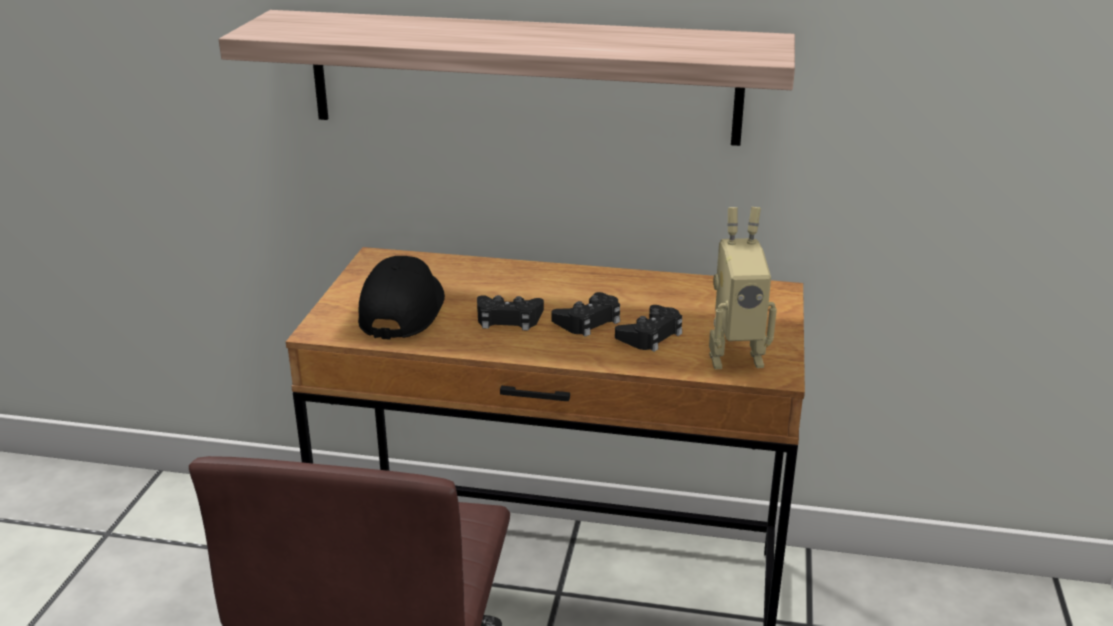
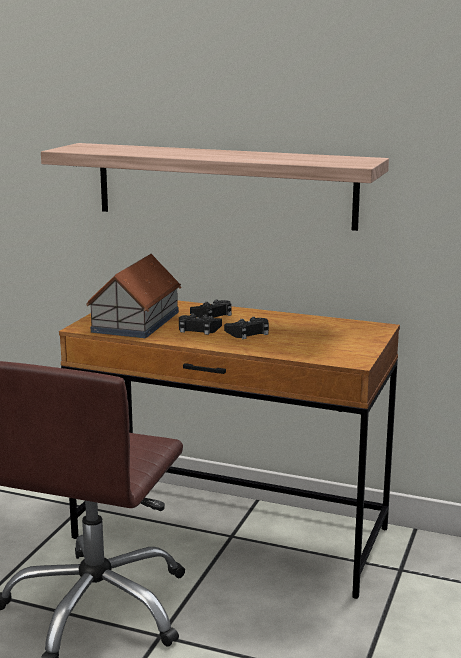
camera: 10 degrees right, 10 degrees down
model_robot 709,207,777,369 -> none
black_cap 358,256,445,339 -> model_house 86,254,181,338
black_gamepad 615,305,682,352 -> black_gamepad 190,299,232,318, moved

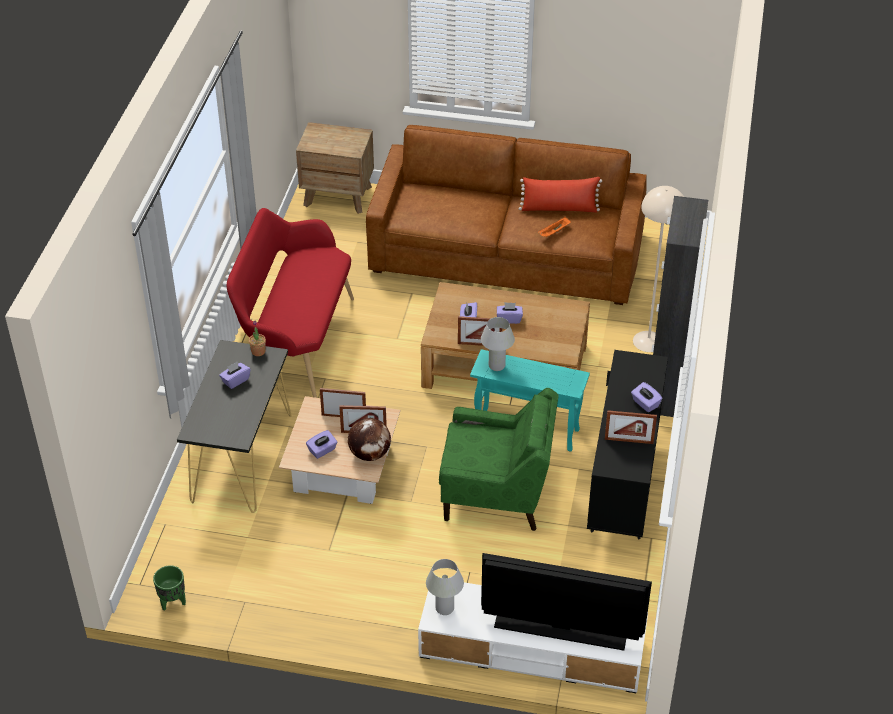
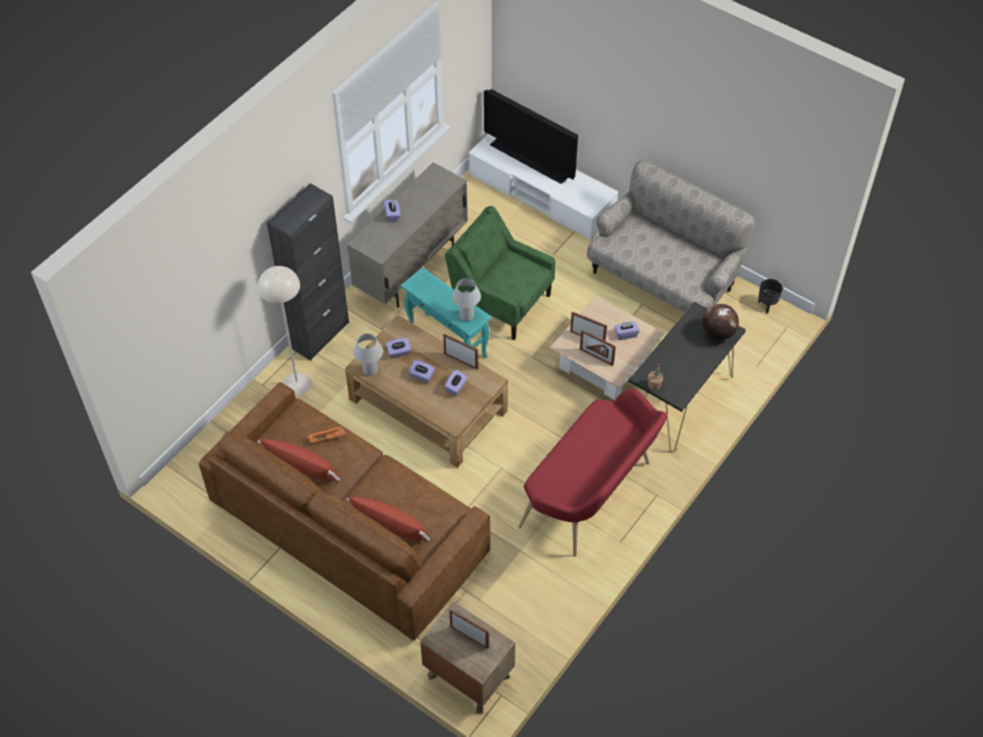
camera: 155 degrees left, 10 degrees up
black_cabinet 587,350,668,539 -> beige_cabinet 347,162,468,308
purple-coloured_tissue_box 219,362,251,389 -> purple-coloured_tissue_box 386,337,411,358, moved
standing_frame 605,410,657,444 -> standing_frame 449,609,489,649, moved
world_globe 348,418,391,461 -> world_globe 702,304,739,340, moved
whitish_tabletop_lamp 426,559,464,615 -> whitish_tabletop_lamp 353,334,383,376, moved
green-coloured_flower_pot 153,565,186,611 -> black_flower_pot 758,279,783,314
none -> beige_couch 587,160,755,313
none -> red-coloured_throw_pillow 347,497,430,541

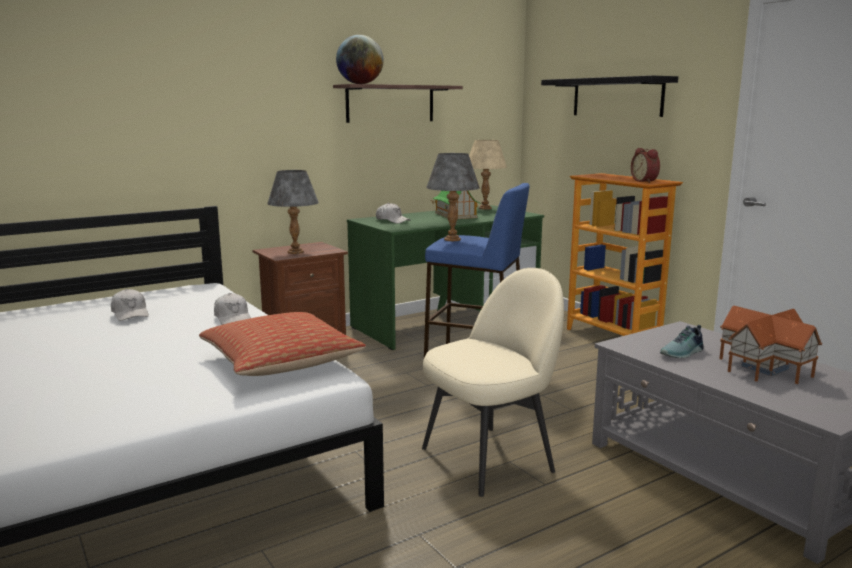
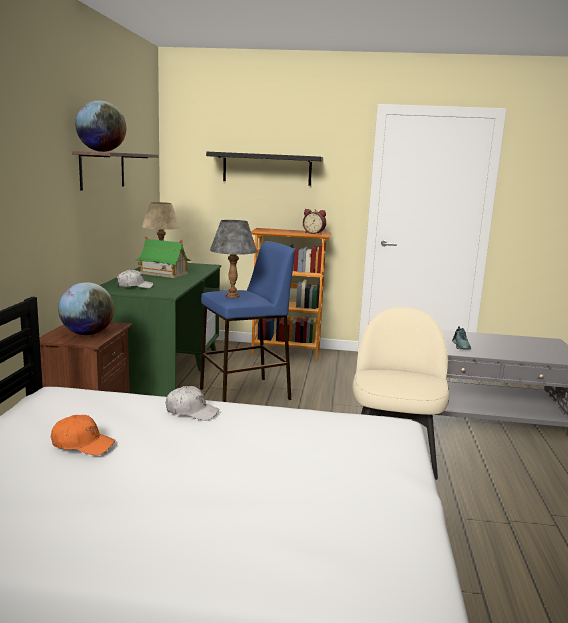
camera: 50 degrees left, 0 degrees up
gray_tabletop_lamp 267,170,319,254 -> world_globe 58,282,114,335
whitish_cap 111,289,149,321 -> orange_cap 51,415,116,455
model_house 719,306,822,384 -> none
throw_pillow 199,312,366,376 -> none

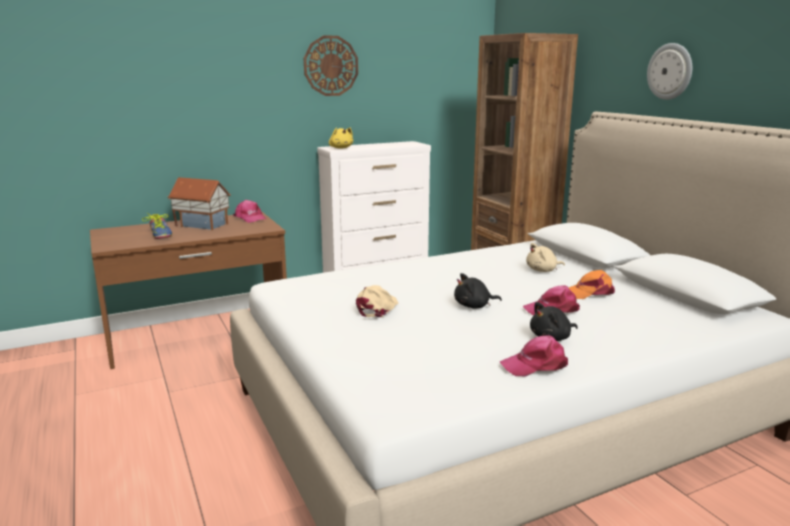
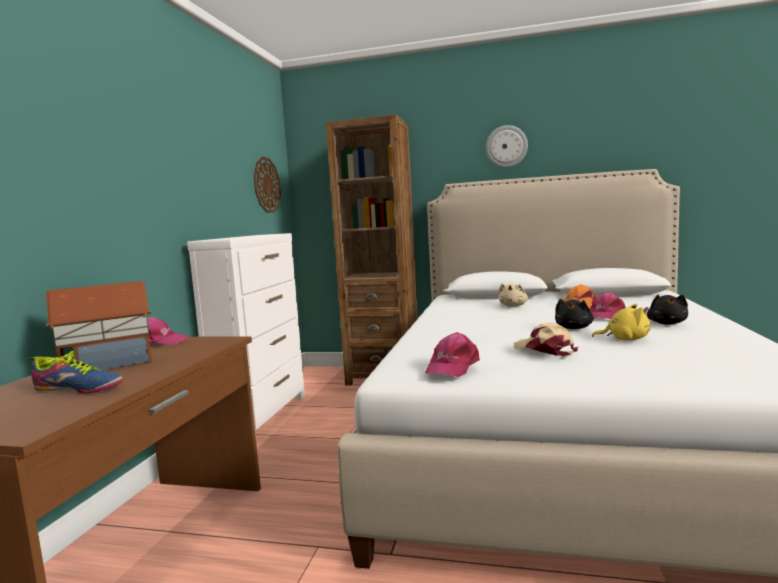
camera: 50 degrees left, 10 degrees down
wall_clock 304,35,358,96 -> wall_clock 254,157,281,213, moved
yellow-coloured_soft_toy 329,127,353,149 -> yellow-coloured_soft_toy 592,304,651,340, moved
pinkish_cap 500,335,568,376 -> pinkish_cap 425,332,480,377, moved

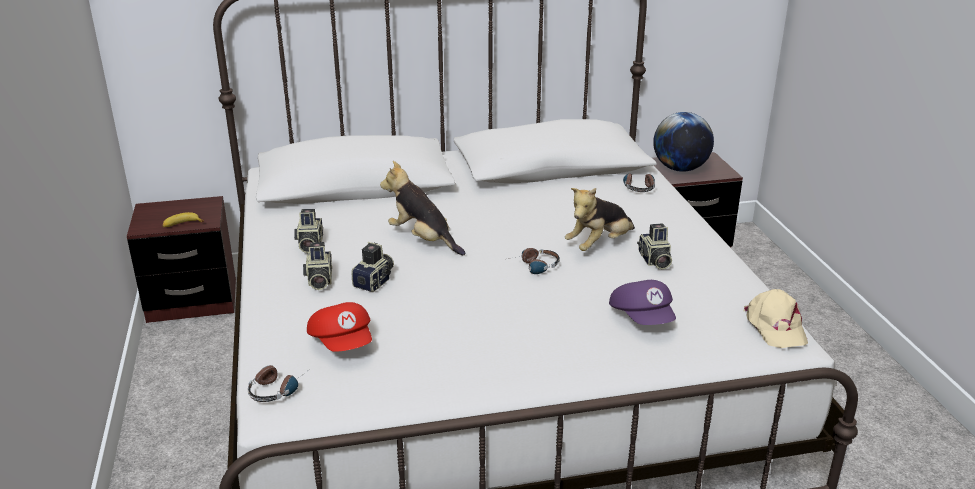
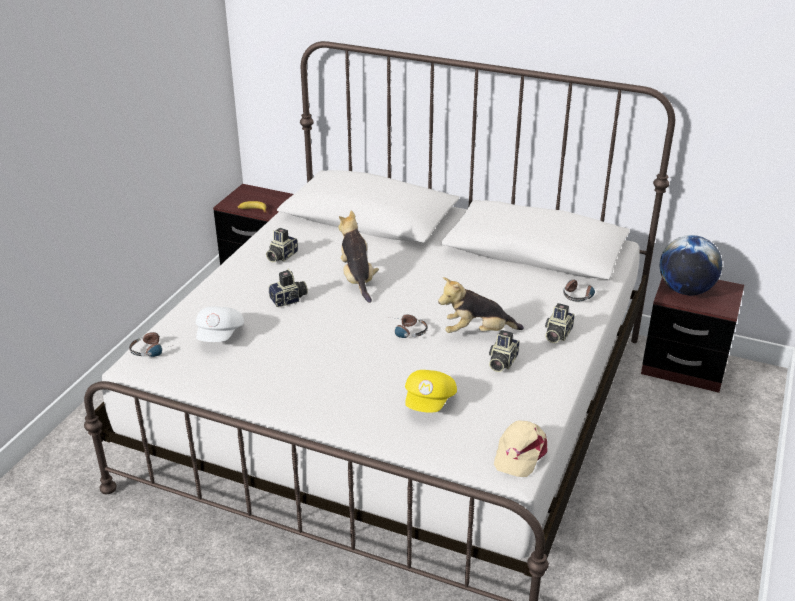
camera: 35 degrees right, 5 degrees up
still_camera 303,242,332,290 -> still_camera 545,303,575,343, moved
purple-coloured_cap 609,280,676,325 -> yellow-coloured_cap 405,370,457,413
red-coloured_cap 307,302,372,352 -> whitish_cap 196,306,244,342

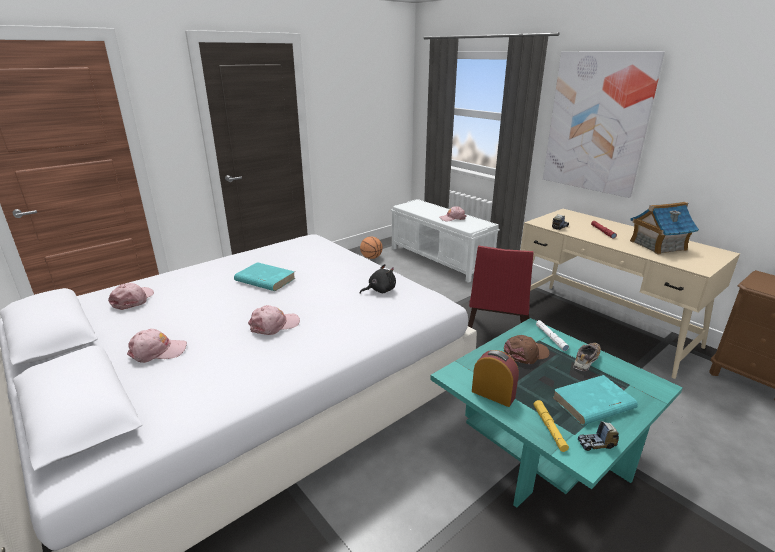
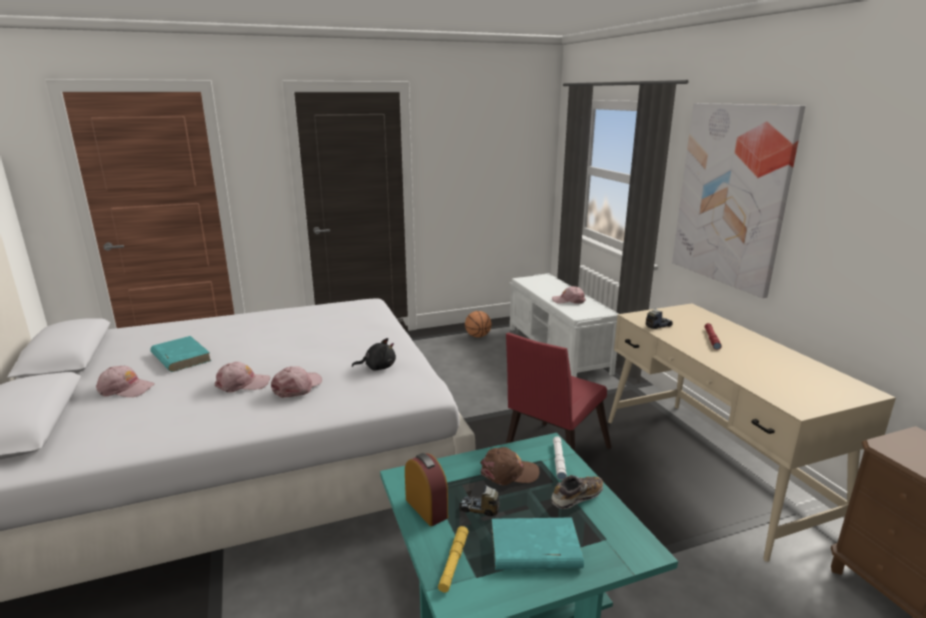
camera: 20 degrees right, 5 degrees down
model_house 630,202,699,255 -> none
blue-green_book 234,262,296,291 -> blue-green_book 150,336,211,372, moved
pinkish_cap 108,283,154,310 -> pinkish_cap 271,366,322,398, moved
toy_truck 578,421,619,451 -> toy_truck 460,485,500,516, moved

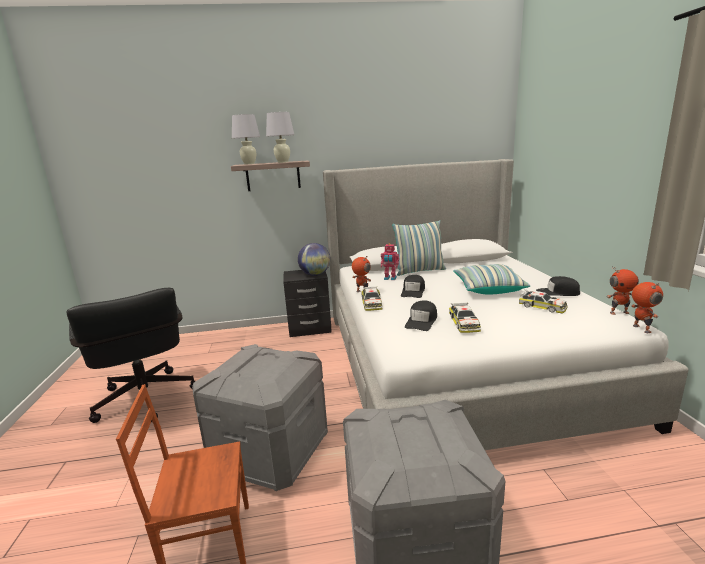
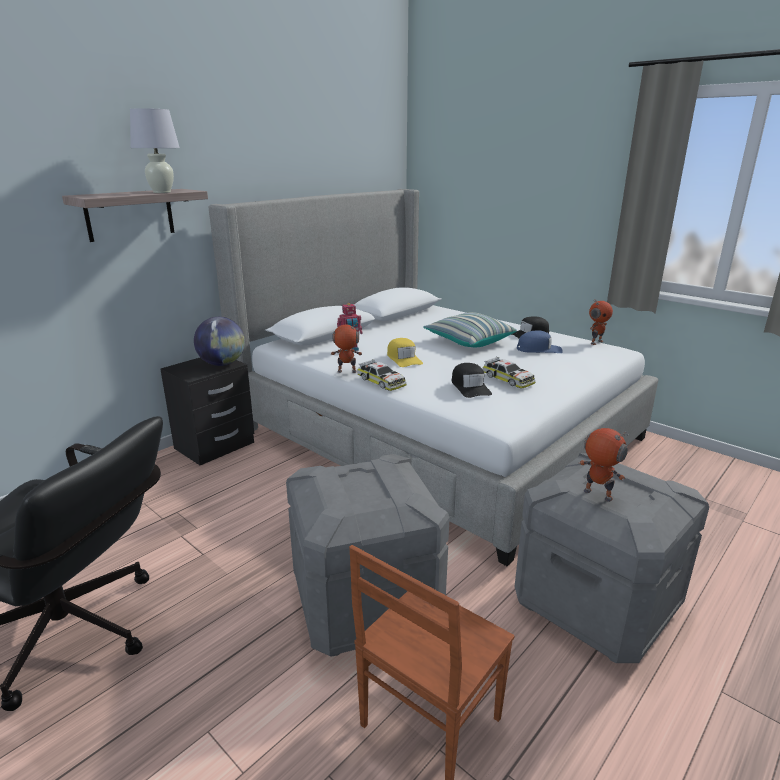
camera: 40 degrees left, 5 degrees up
whitish_tabletop_lamp 232,114,260,165 -> none
throw_pillow 392,220,446,276 -> none
black_cap 401,275,425,298 -> yellow-coloured_cap 387,338,423,367
model_robot 631,282,663,333 -> model_robot 579,428,629,502, moved
toy_car 519,289,568,314 -> blue-coloured_cap 517,331,563,353

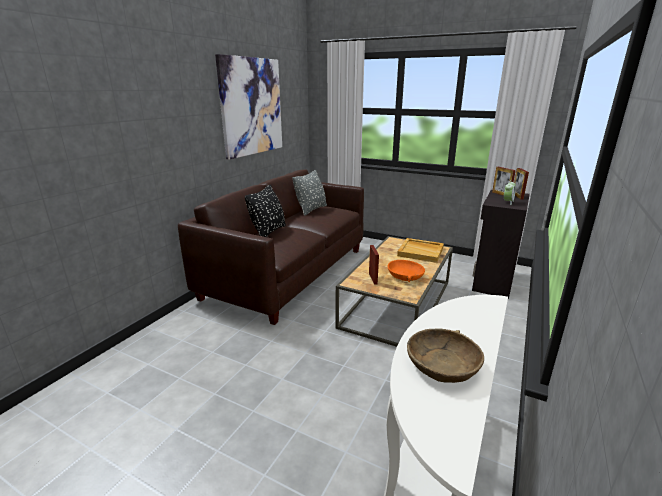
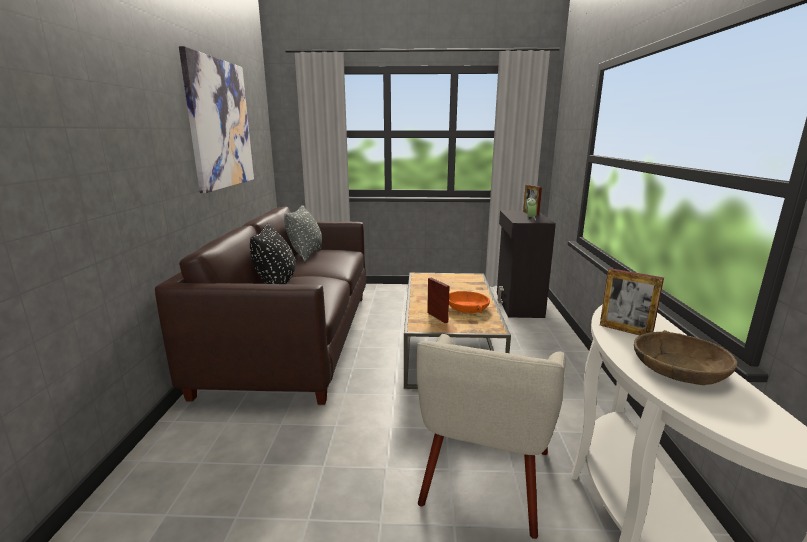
camera: 25 degrees left, 5 degrees down
standing_frame 492,167,516,196 -> standing_frame 600,268,664,335, moved
beige_tray 397,238,444,263 -> none
none -> beige_easy_chair 417,334,566,539

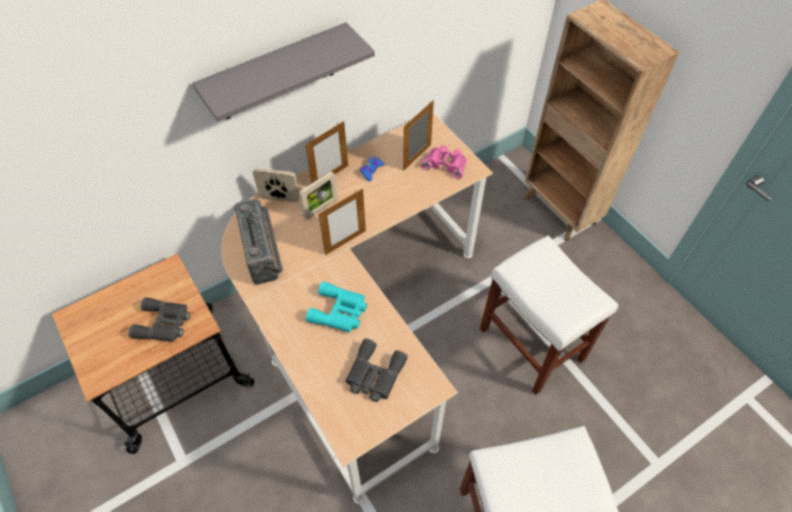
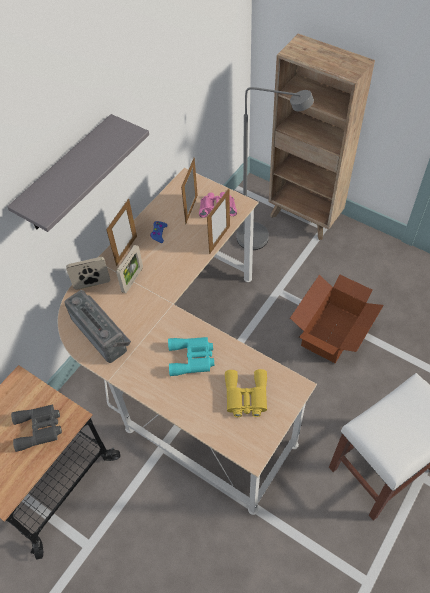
camera: 20 degrees left, 0 degrees up
standing_frame 318,188,366,255 -> standing_frame 207,188,230,254, moved
whitish_sitting_stool 480,235,618,395 -> carton 290,275,384,363
gray_field_glasses 345,338,408,402 -> yellow-coloured_field_glasses 225,369,267,417
none -> gray_standing_lamp 237,87,314,250

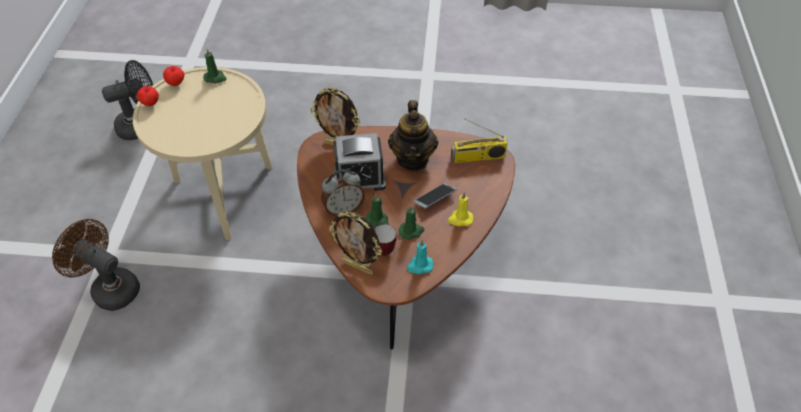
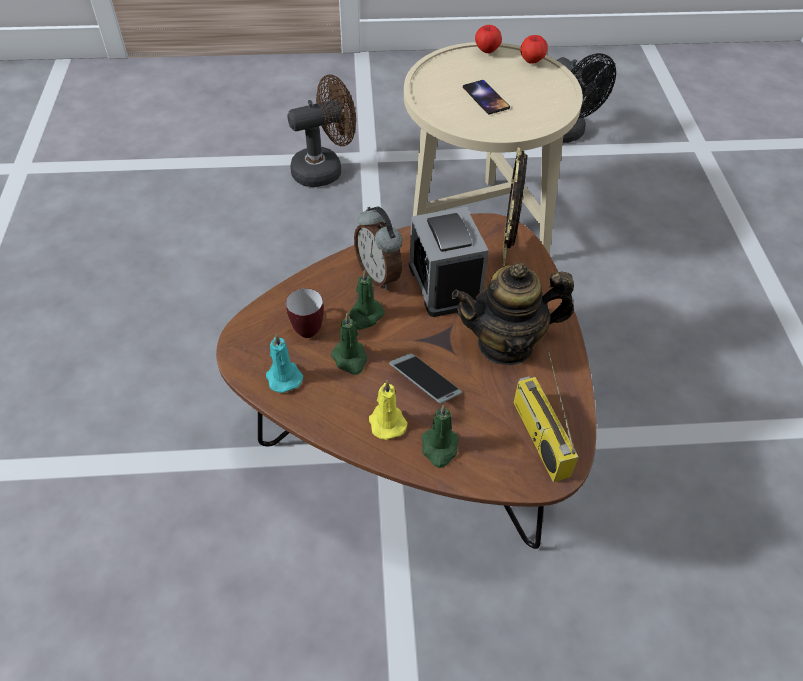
camera: 80 degrees right, 0 degrees up
green-coloured_wax_candle 203,49,227,83 -> green-coloured_wax_candle 421,404,459,468, moved
standing_frame 328,211,382,275 -> none
brown_cooling_fan 52,219,140,311 -> brown_cooling_fan 287,75,356,187, 45 degrees clockwise
none -> telephone 463,80,510,114

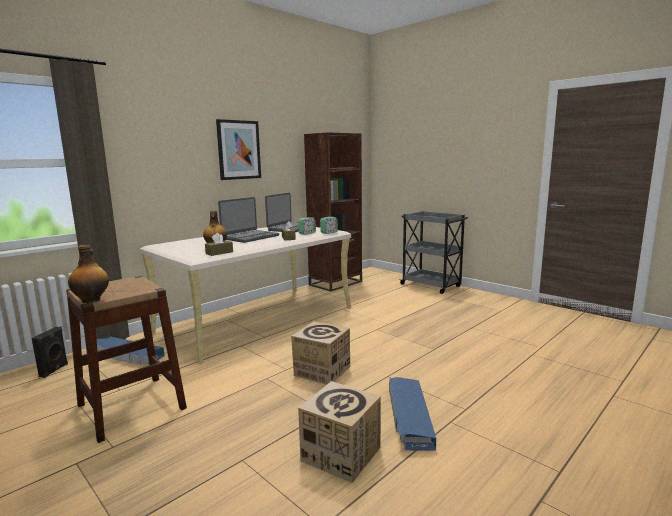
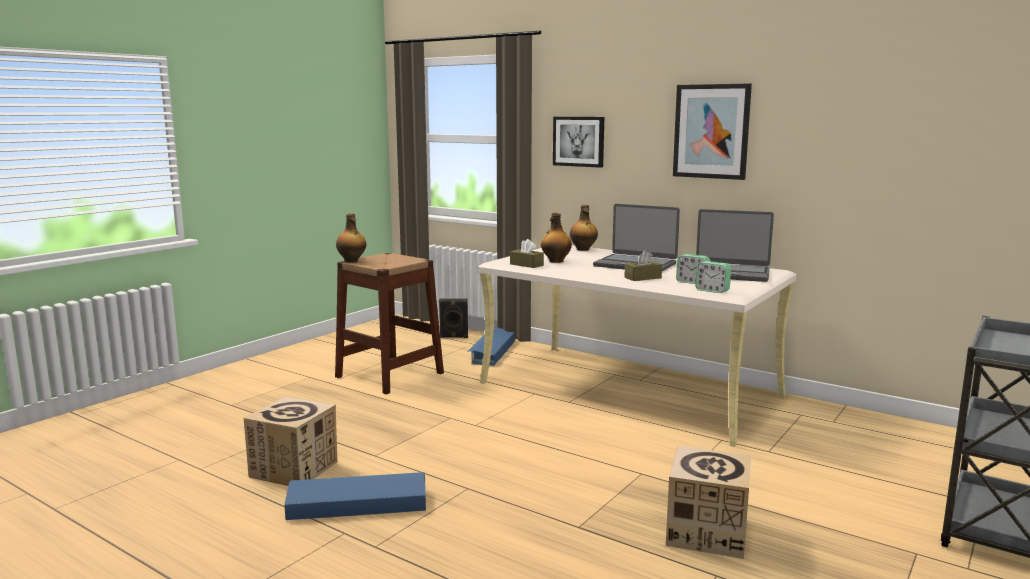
camera: 80 degrees right, 0 degrees up
brown_bookshelf 304,132,362,292 -> none
carton 291,321,350,384 -> carton 666,446,751,559, moved
none -> wall_art 553,117,604,168
none -> drink_bottle 570,205,598,251

